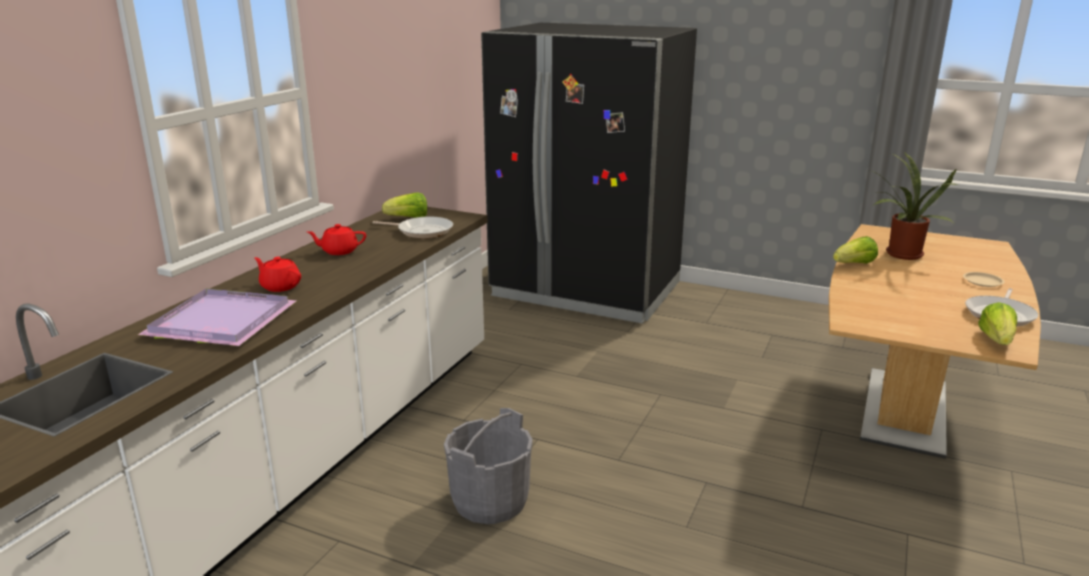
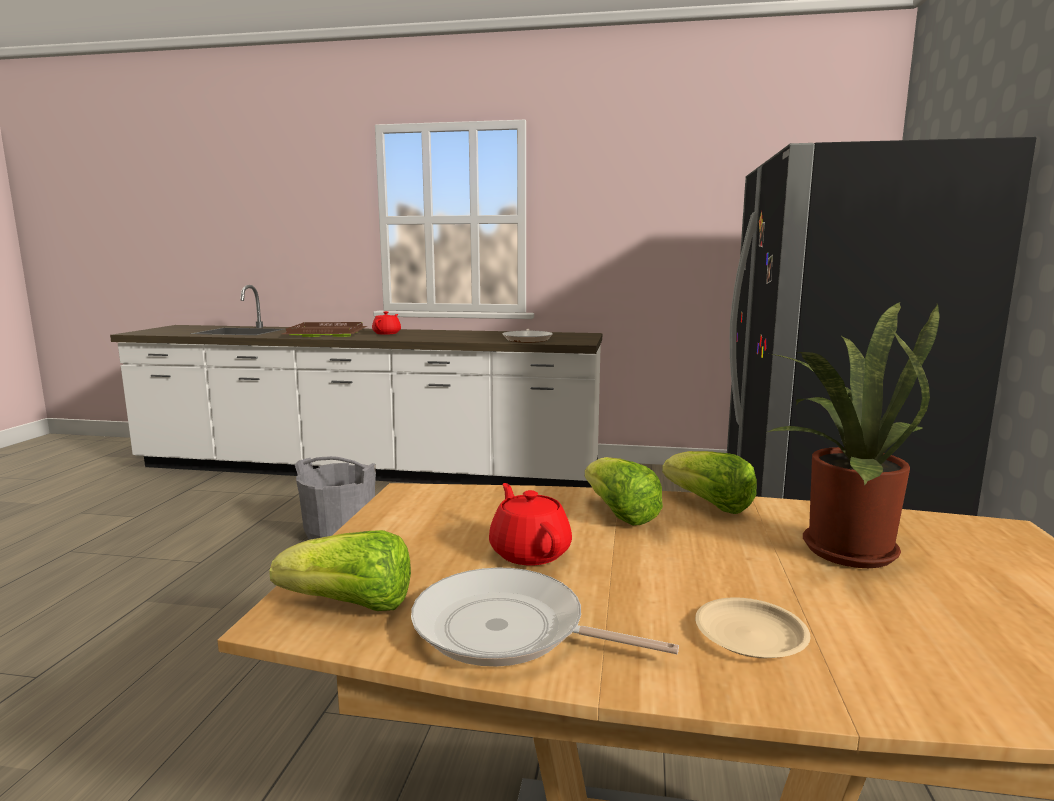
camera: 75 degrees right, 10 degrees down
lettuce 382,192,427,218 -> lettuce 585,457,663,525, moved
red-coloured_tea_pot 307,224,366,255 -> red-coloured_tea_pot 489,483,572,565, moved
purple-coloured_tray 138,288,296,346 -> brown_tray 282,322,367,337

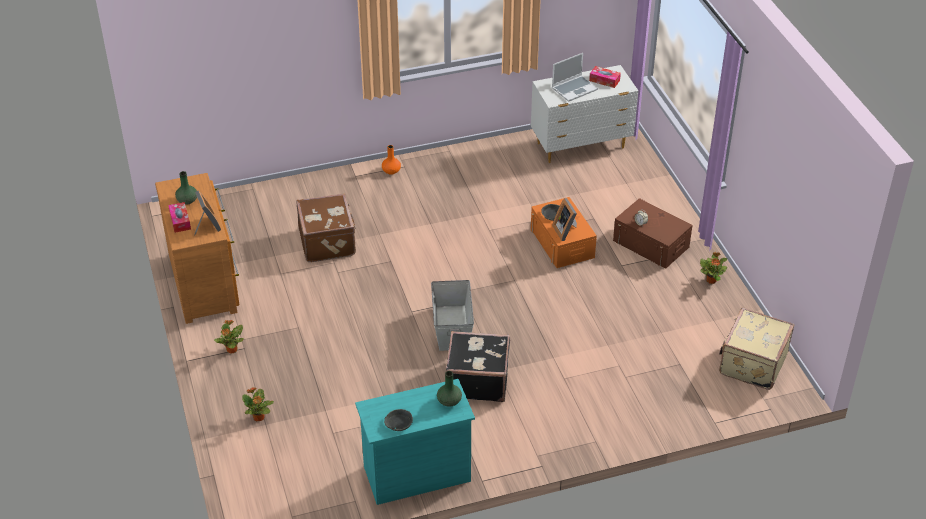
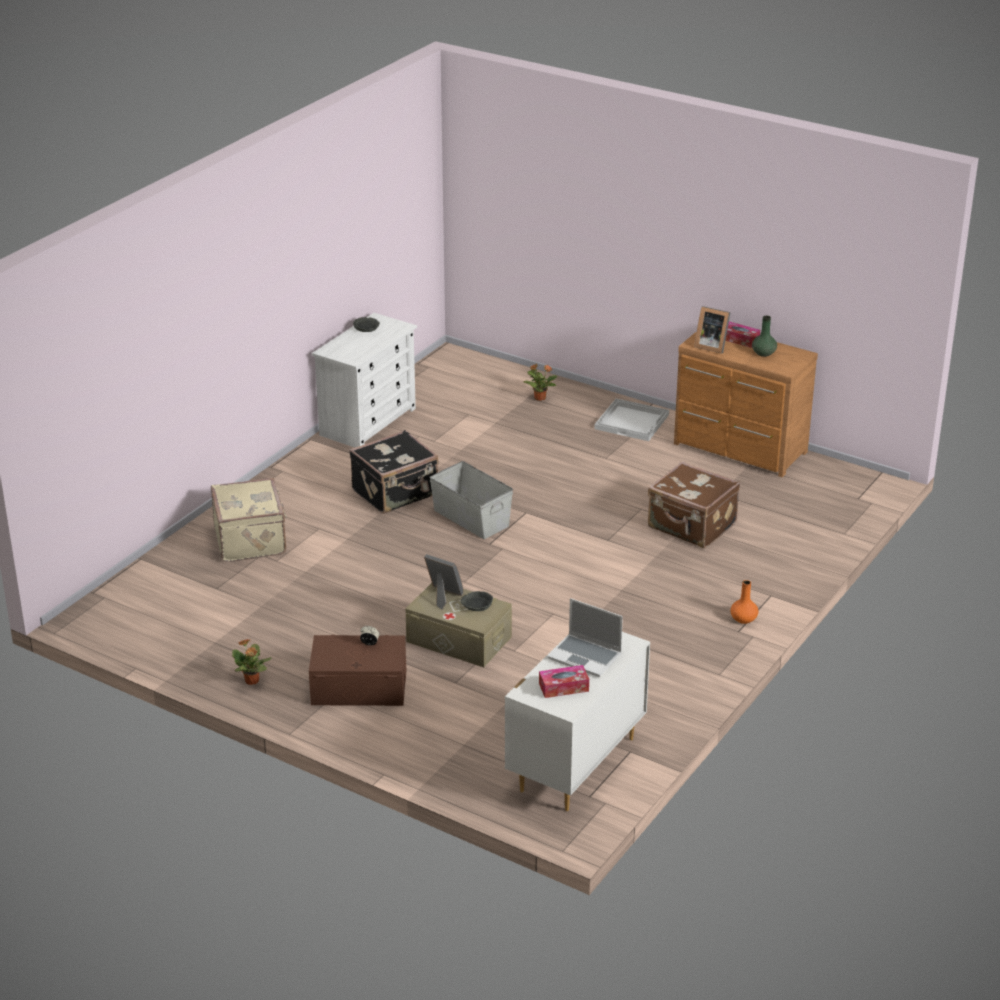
camera: 140 degrees right, 10 degrees down
portable_computer 552,53,598,102 -> portable_computer 548,598,623,677, 75 degrees counterclockwise
orange_storage_container 531,197,597,268 -> beige_storage_container 405,583,512,667
beige_travel_case 719,307,794,390 -> beige_travel_case 211,478,287,562, moved
houseplant 214,320,244,354 -> whitish_tray 594,398,669,441
green-coloured_vase 437,371,462,407 -> none
blue-green_chest_of_drawers 355,379,475,505 -> whitish_chest_of_drawers 312,313,417,448

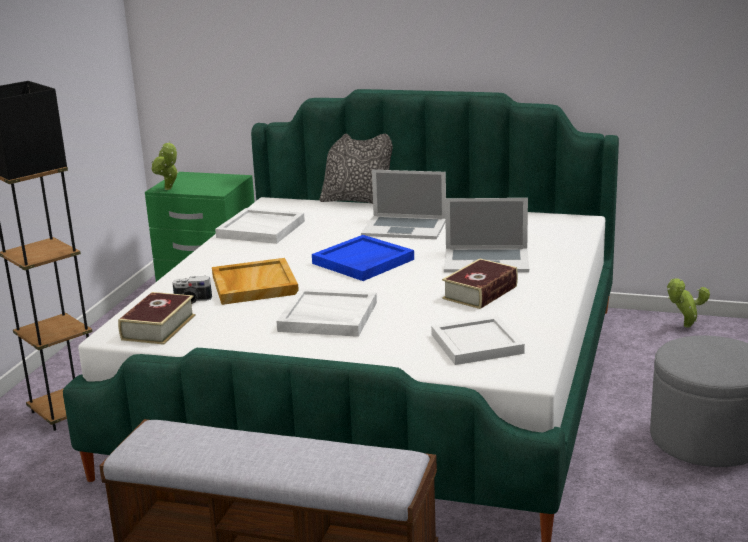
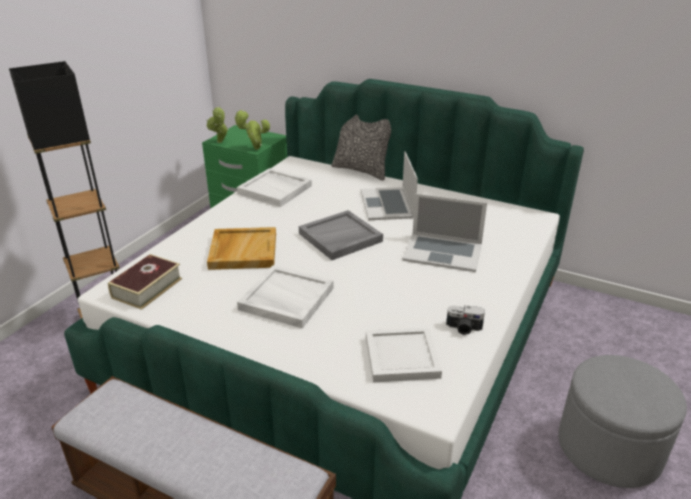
camera: 10 degrees right, 10 degrees up
portable_computer 361,170,446,239 -> portable_computer 361,151,418,220, 60 degrees clockwise
blue-coloured_tray 312,235,414,281 -> gray_tray 299,210,383,260
book 442,258,518,309 -> none
still_camera 172,276,212,304 -> still_camera 446,305,485,335, moved
houseplant 667,278,710,328 -> houseplant 234,110,270,150, moved

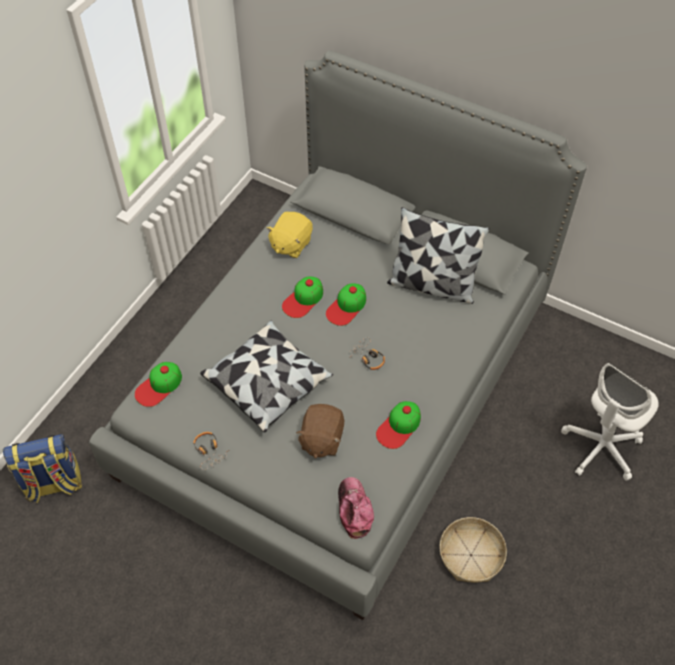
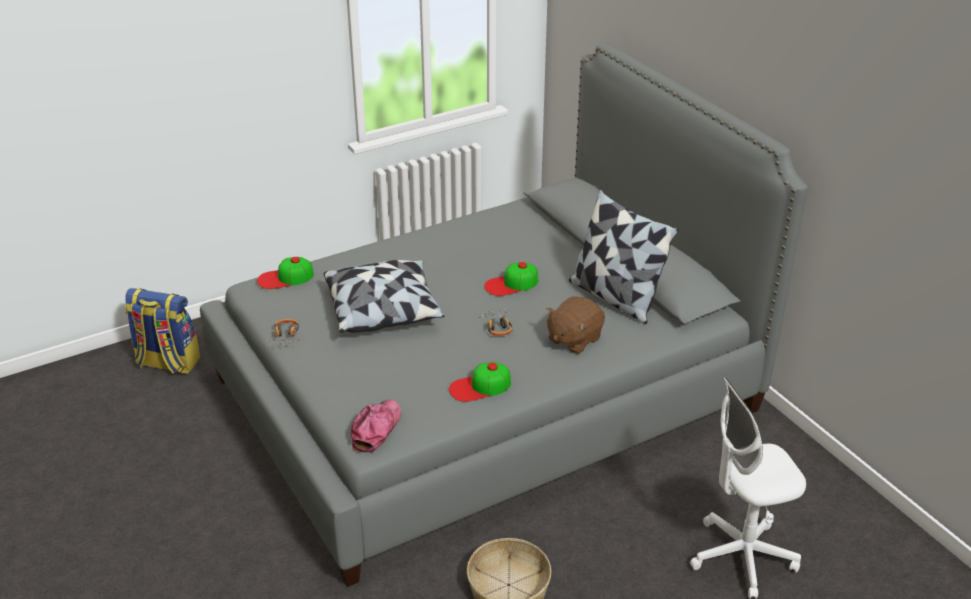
camera: 30 degrees right, 20 degrees down
yellow-coloured_soft_toy 267,212,313,258 -> none
cap 282,277,323,318 -> none
brown_soft_toy 296,404,344,458 -> brown_soft_toy 546,296,605,354, moved

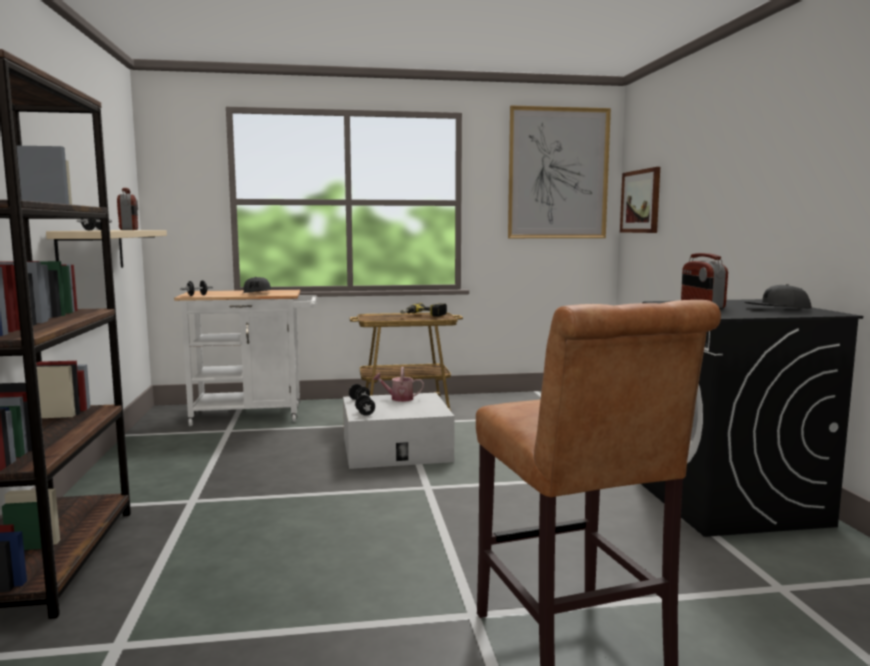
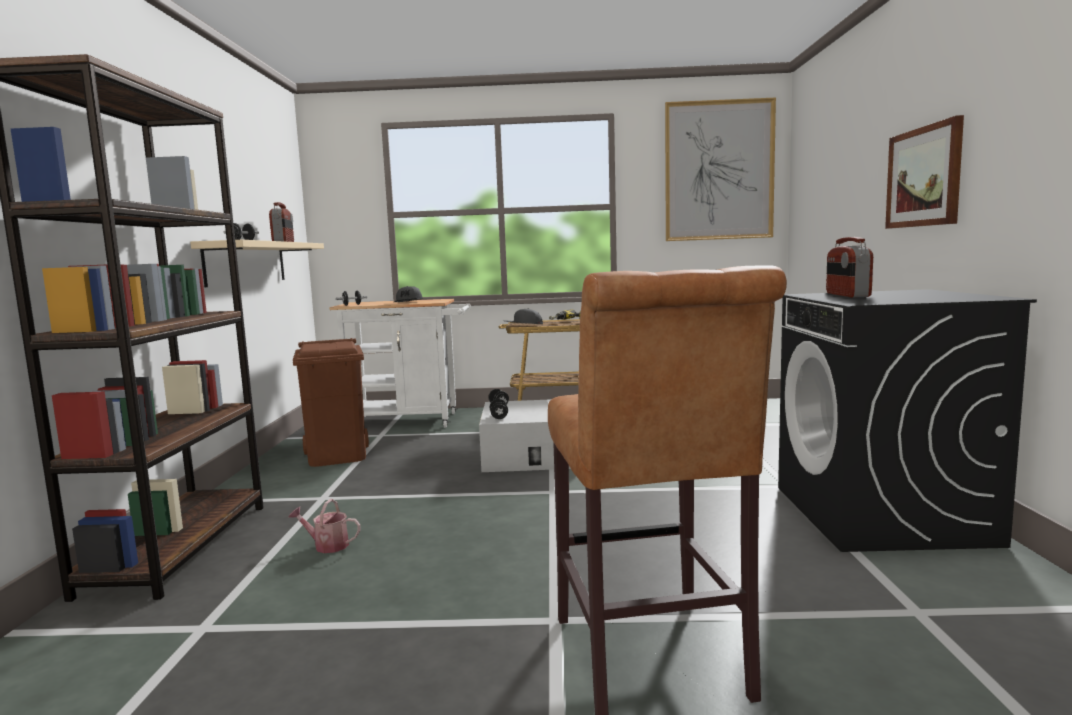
camera: 10 degrees right, 0 degrees up
wall_art 620,167,660,233 -> wall_art 885,115,964,229, moved
gray_cap 744,284,812,309 -> gray_cap 504,308,543,324, moved
sprinkling_can 373,367,424,402 -> sprinkling_can 289,499,361,553, moved
none -> brown_trash_can 293,338,369,467

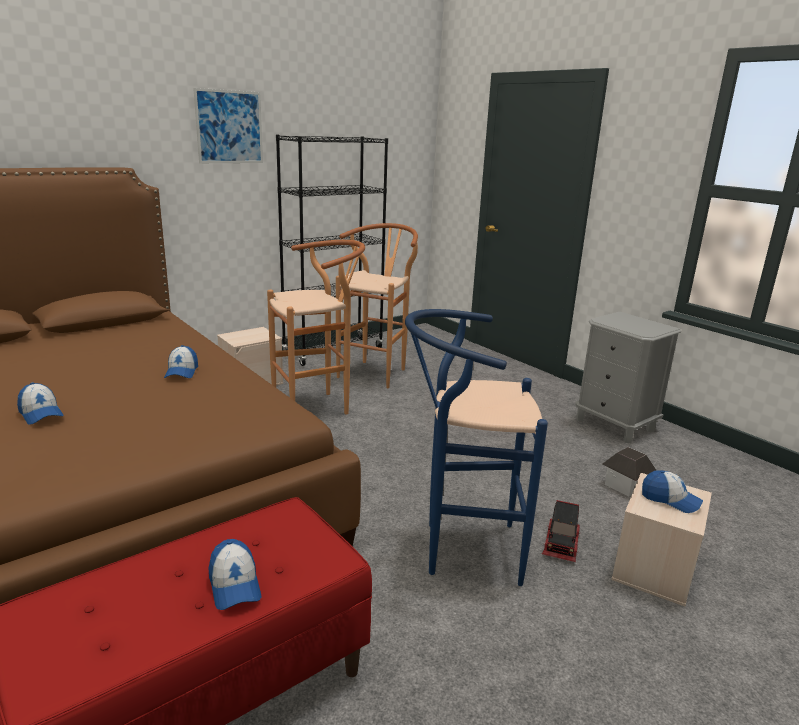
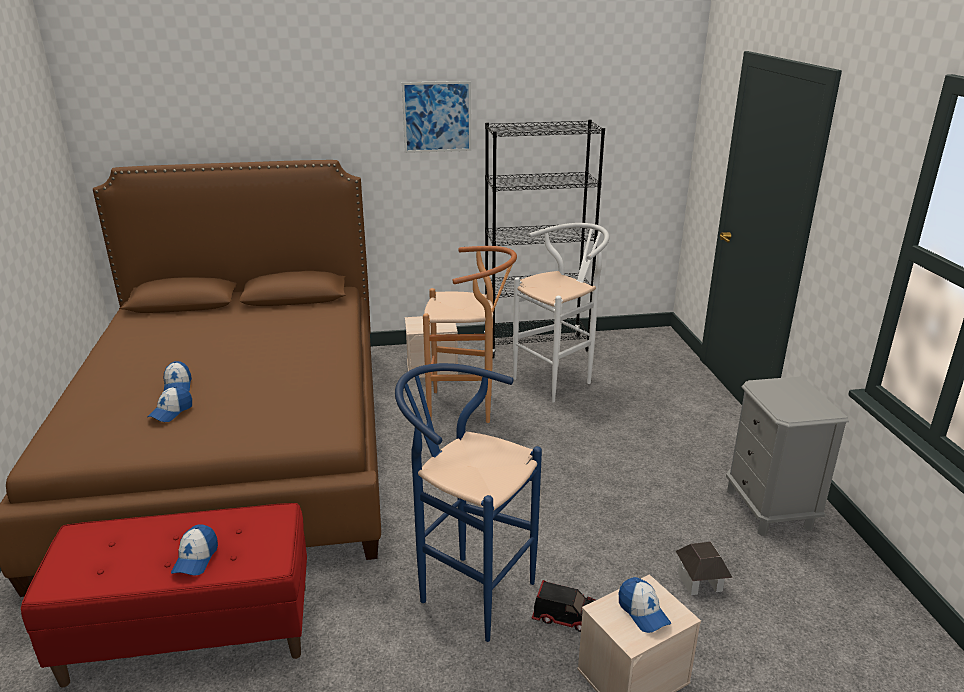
camera: 30 degrees right, 5 degrees up
brown_sitting_stool 336,223,418,388 -> whitish_sitting_stool 513,223,609,403
cap 164,345,198,378 -> cap 147,386,192,422, moved
toy_truck 542,500,580,562 -> toy_truck 532,580,596,632, 120 degrees counterclockwise

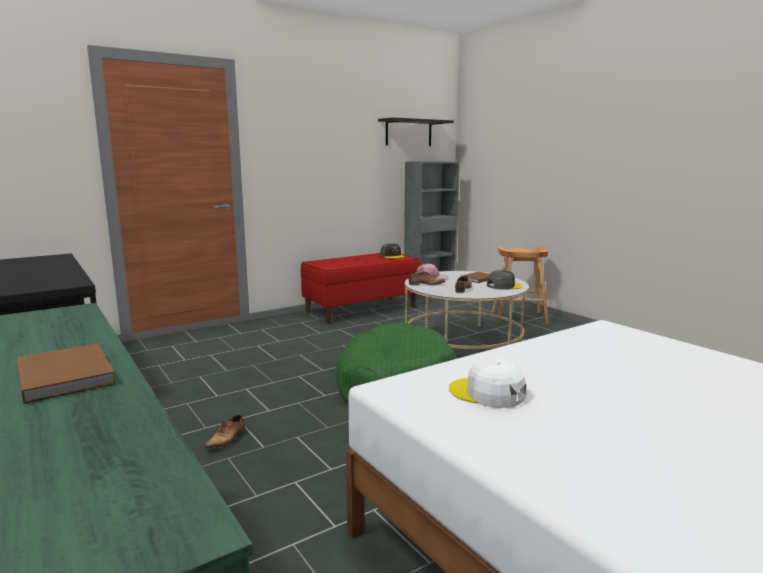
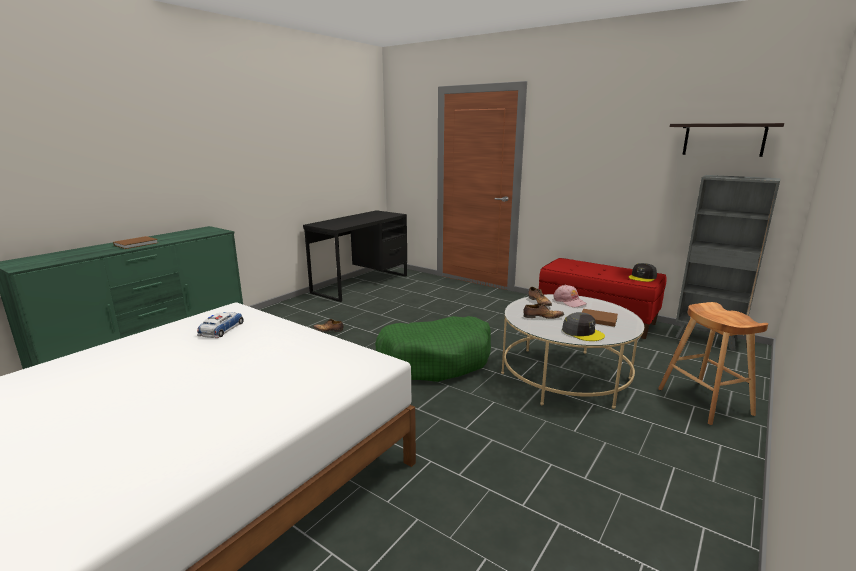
camera: 70 degrees right, 5 degrees up
whitish_cap 449,358,526,408 -> toy_car 197,312,244,338

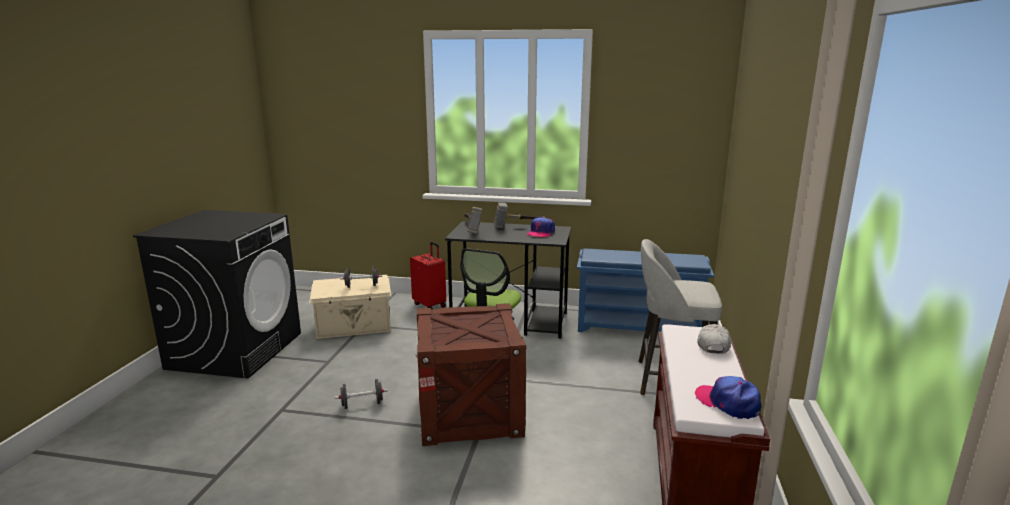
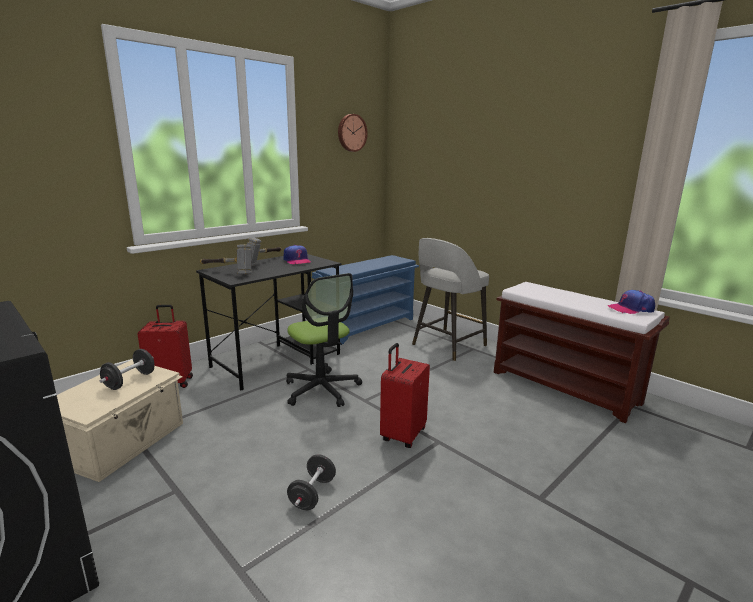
camera: 55 degrees left, 0 degrees up
packing_crate 415,303,527,446 -> red-coloured_travel_case 380,343,430,448
whitish_cap 697,324,731,353 -> none
none -> wall_clock 338,114,368,152

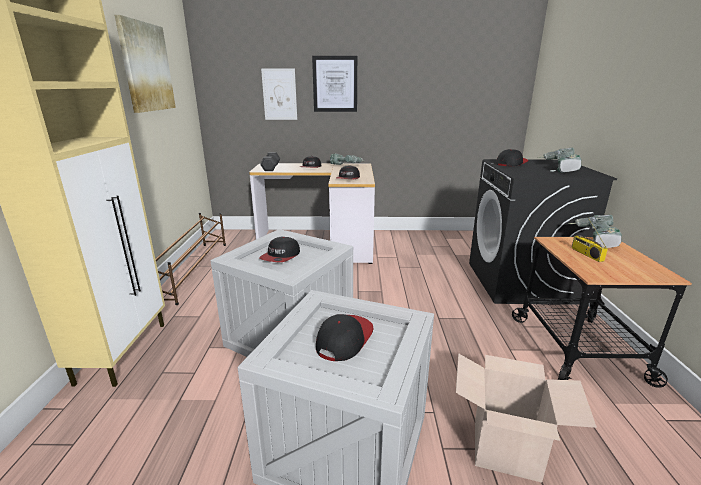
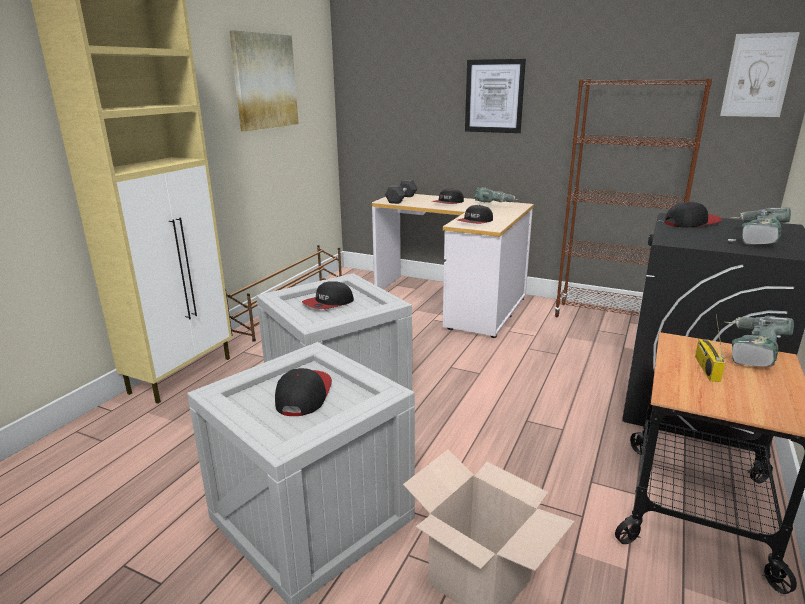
camera: 25 degrees right, 0 degrees up
wall_art 261,69,297,120 -> wall_art 720,32,800,117, moved
cap 316,314,374,361 -> cap 275,368,332,416, 45 degrees counterclockwise
none -> brown_bookshelf 554,78,712,317

